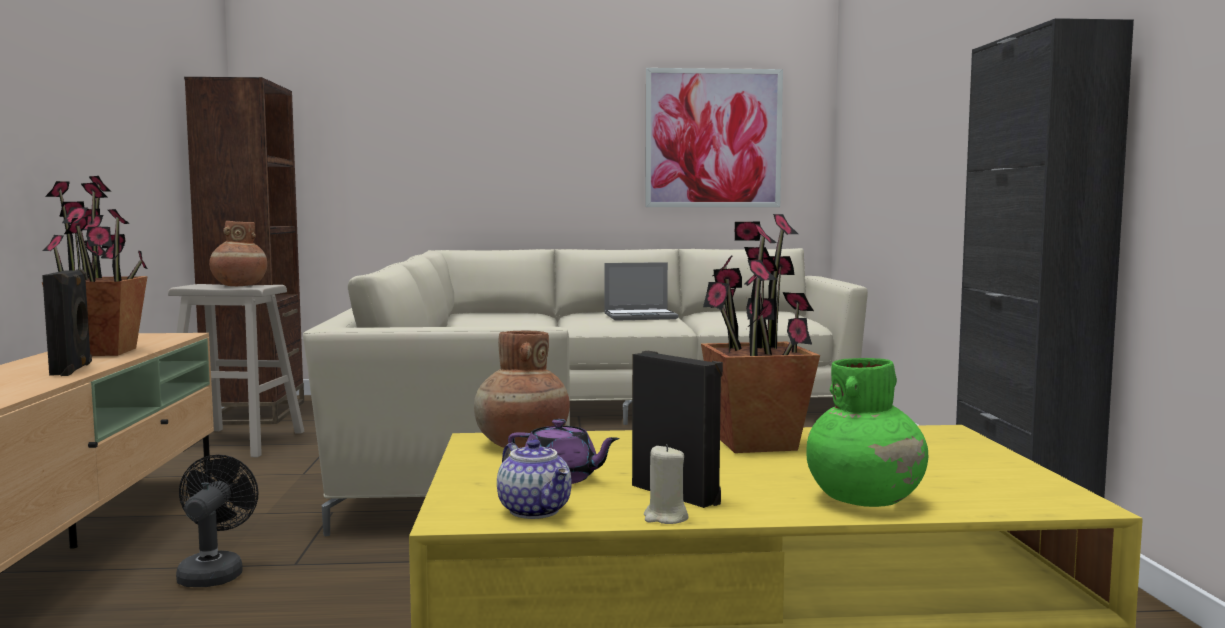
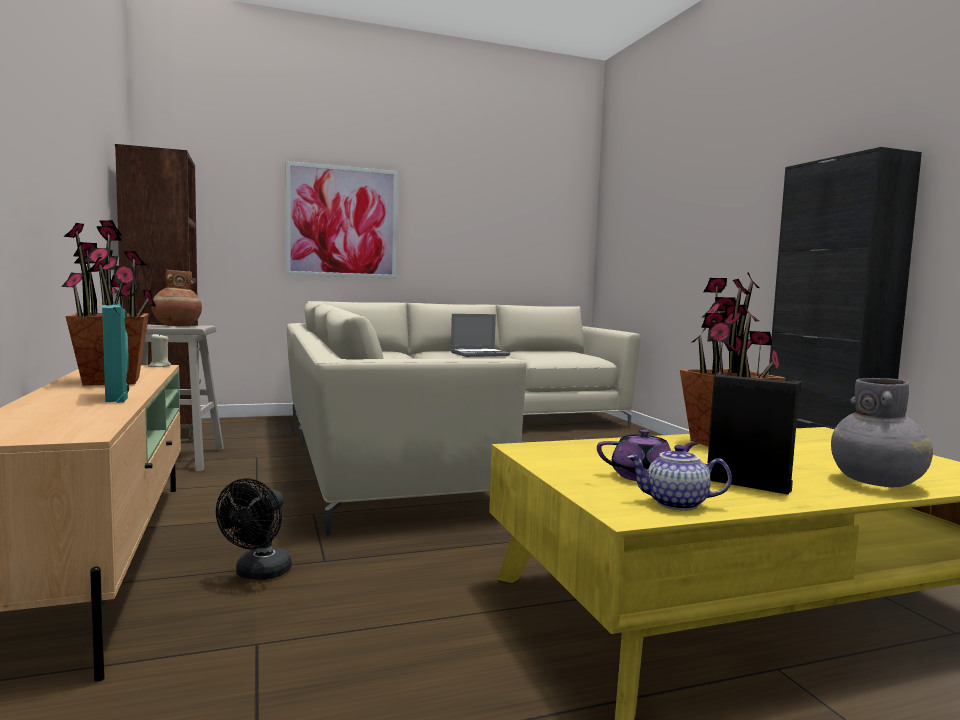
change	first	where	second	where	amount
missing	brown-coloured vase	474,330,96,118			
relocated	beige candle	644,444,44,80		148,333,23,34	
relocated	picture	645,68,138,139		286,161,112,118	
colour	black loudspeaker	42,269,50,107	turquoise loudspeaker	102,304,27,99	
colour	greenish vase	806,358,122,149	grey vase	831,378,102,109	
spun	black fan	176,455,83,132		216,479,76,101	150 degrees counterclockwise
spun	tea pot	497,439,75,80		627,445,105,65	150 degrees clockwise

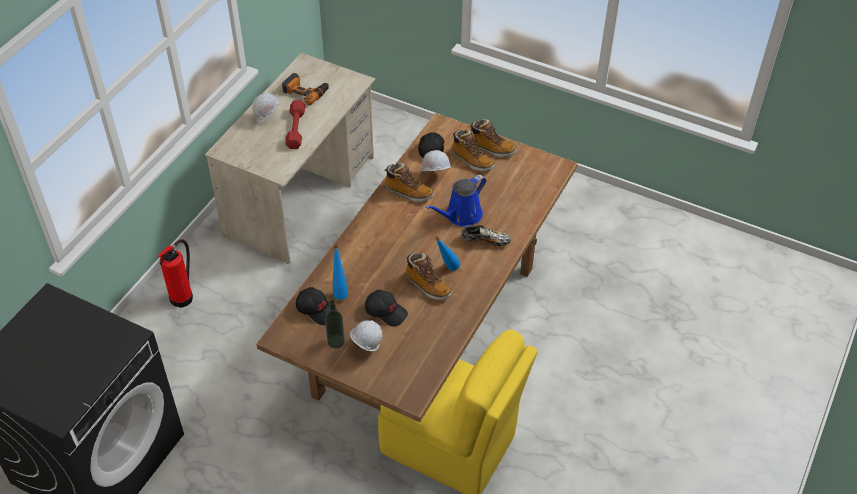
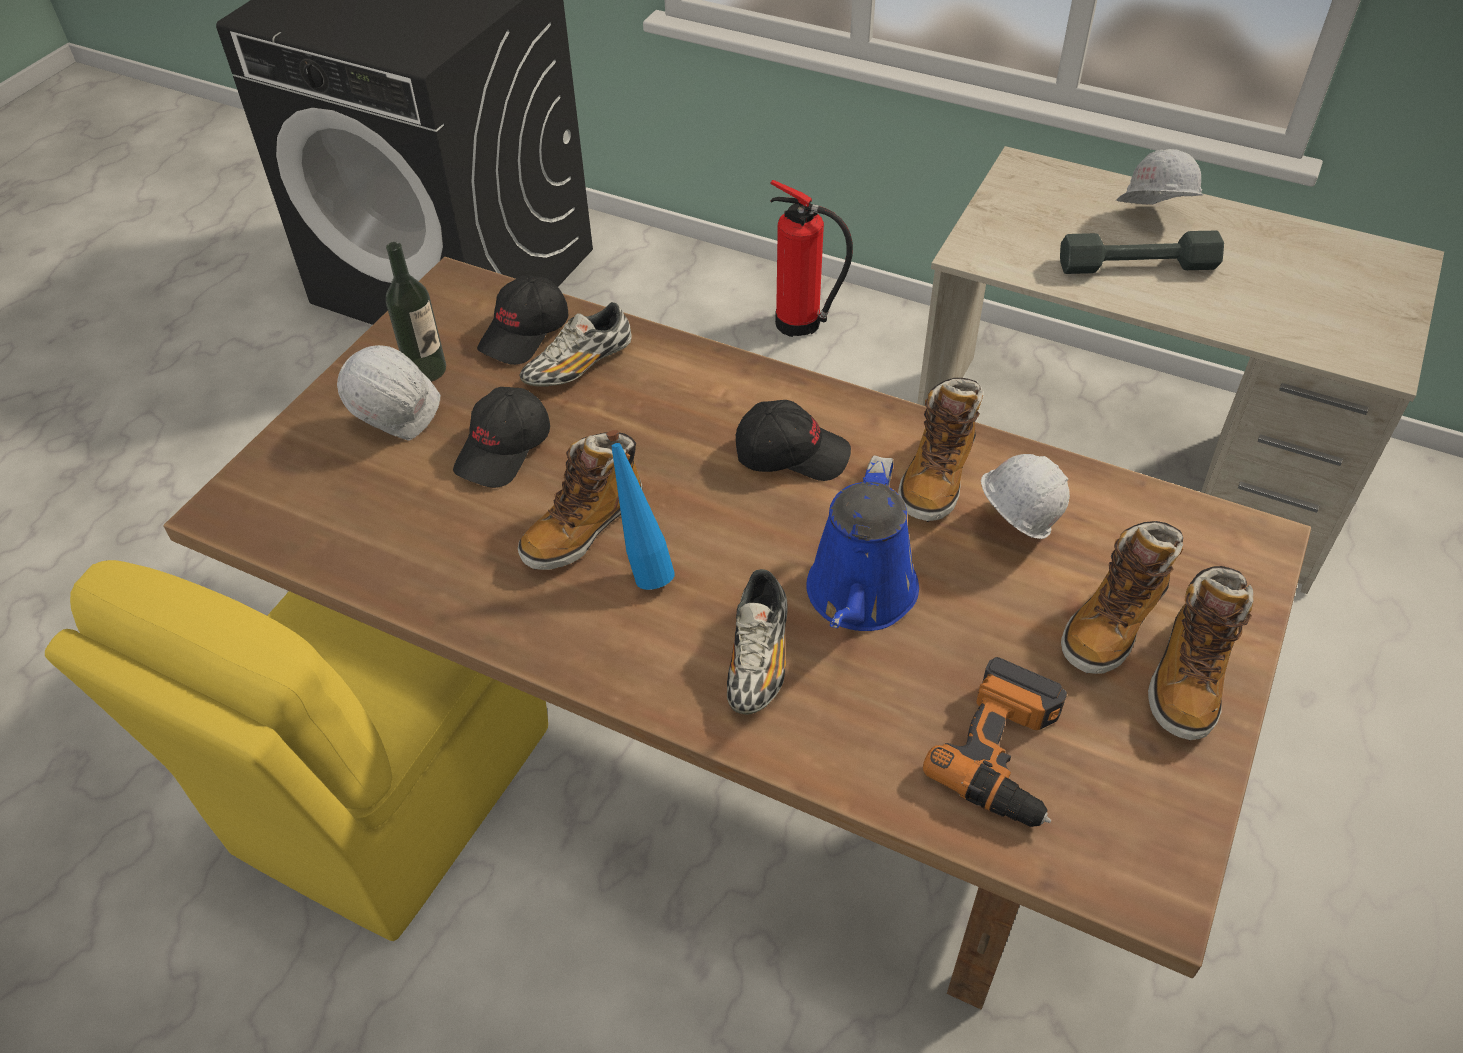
change	first	where	second	where	amount
relocated	power drill	282,73,47,32		923,657,144,170	
relocated	black baseball cap	418,132,26,26		736,400,115,81	
exchanged	blue beverage bottle	333,244,15,56	item of footwear	519,302,113,85	
colour	red-coloured dumbbell	285,100,20,49	grey dumbbell	1060,231,164,43	
spun	blue watering can	426,175,60,51		806,455,113,176	120 degrees counterclockwise

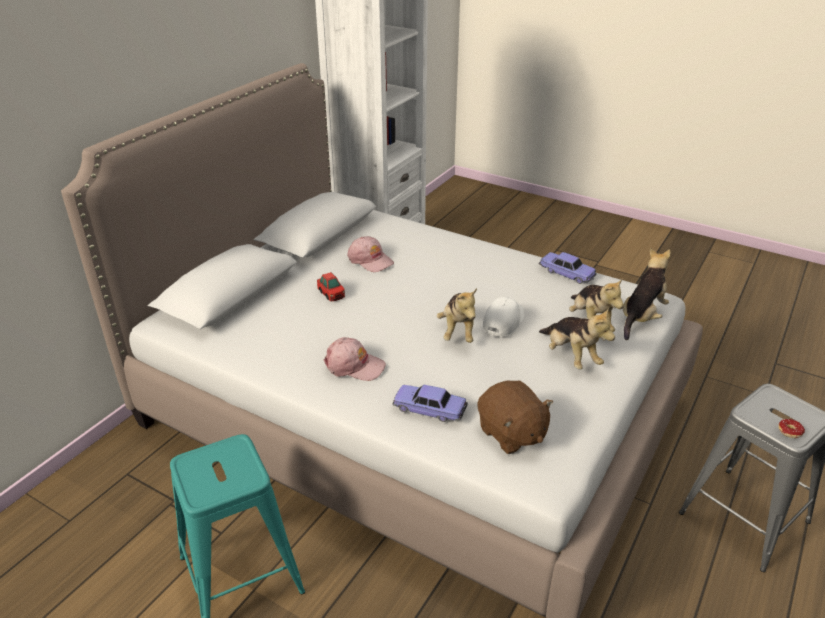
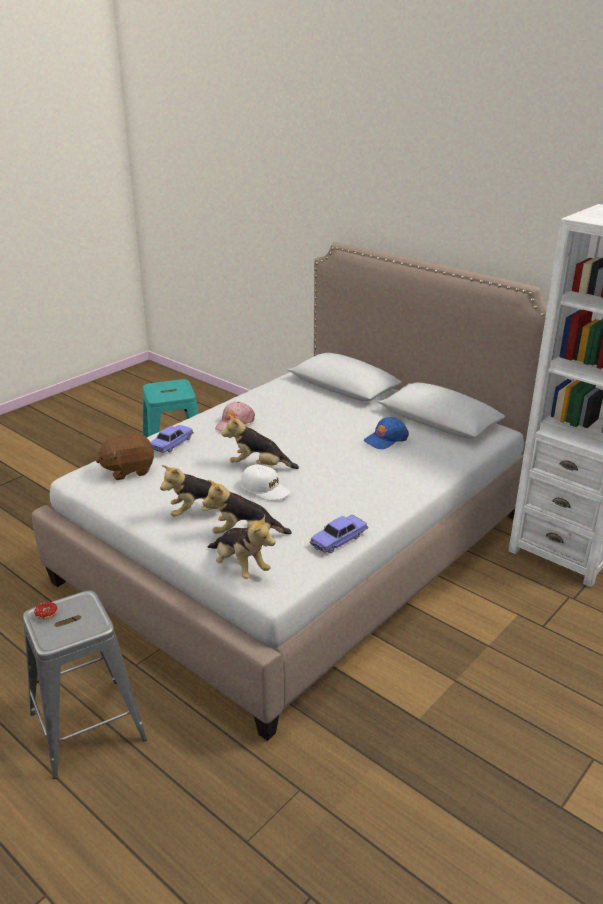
change	first	where	second	where	amount
missing	toy car	317,272,28,29			
colour	pink-coloured baseball cap	347,236,47,36	blue baseball cap	363,417,46,32	

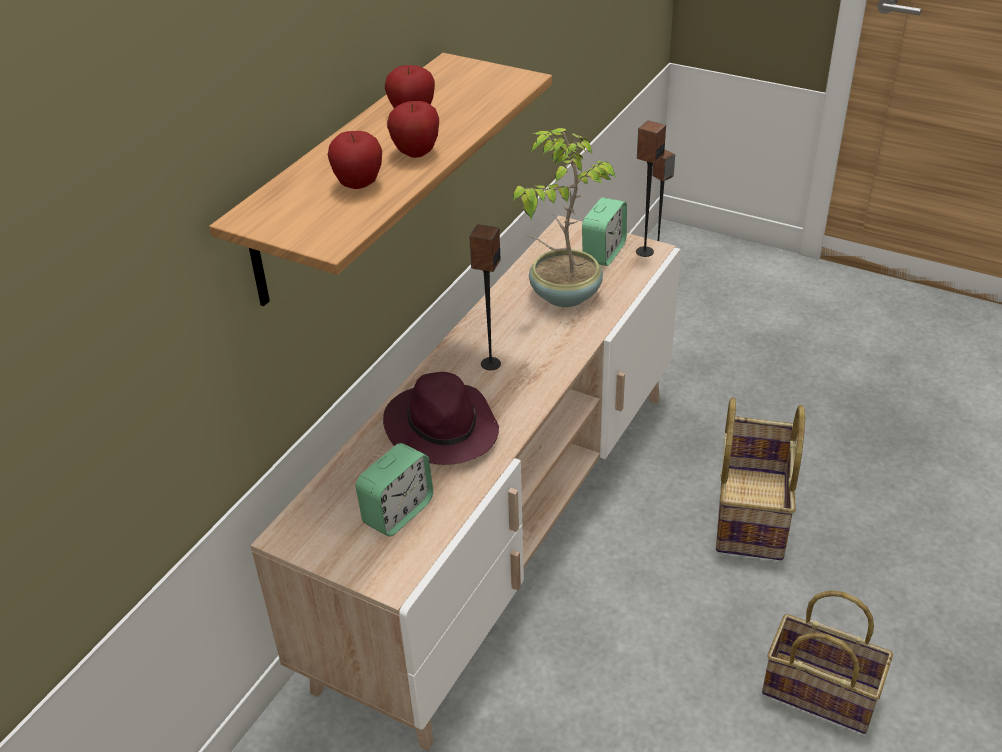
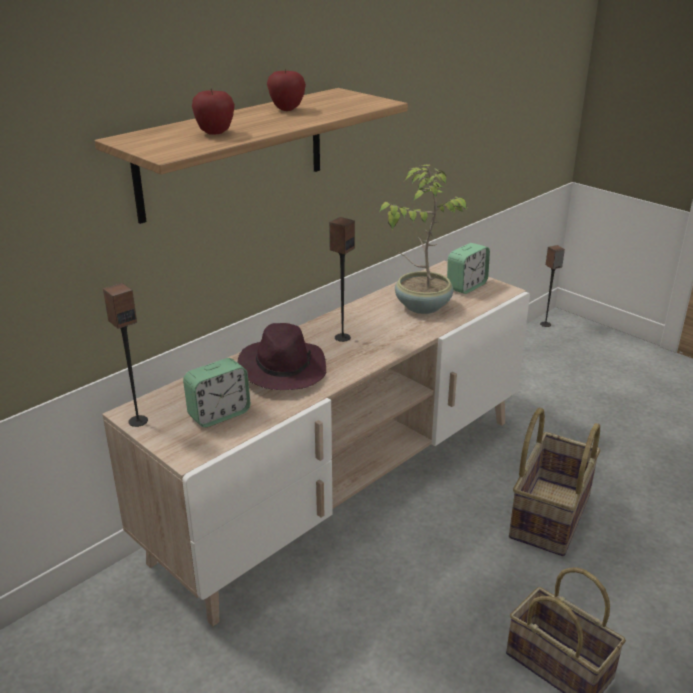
change	first	where	second	where	amount
missing	apple fruit	387,101,52,57			
relocated	loudspeaker	636,120,30,137		103,283,45,144	

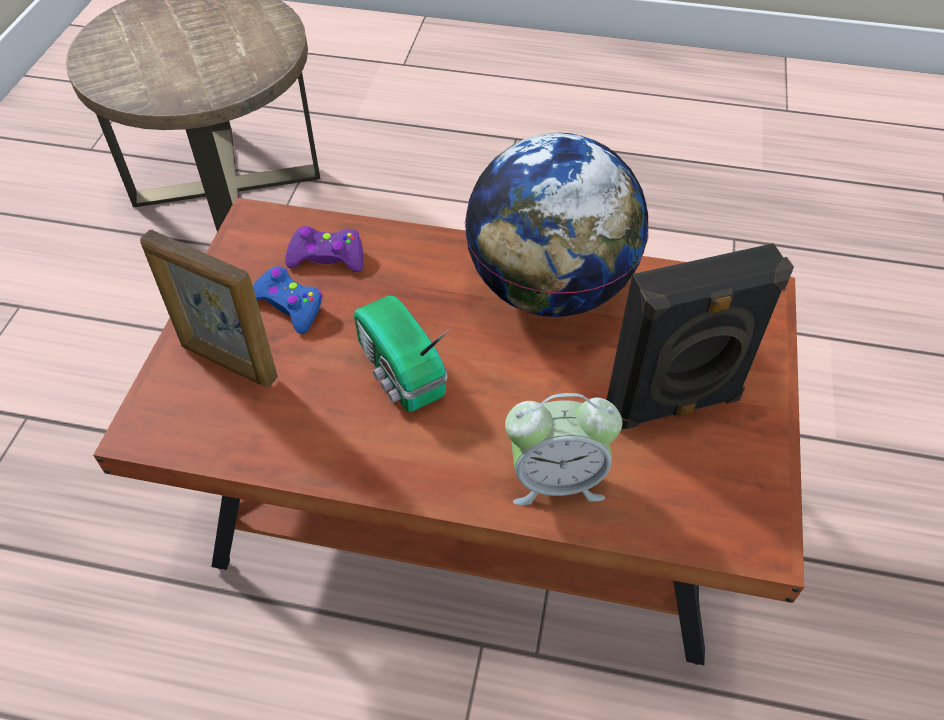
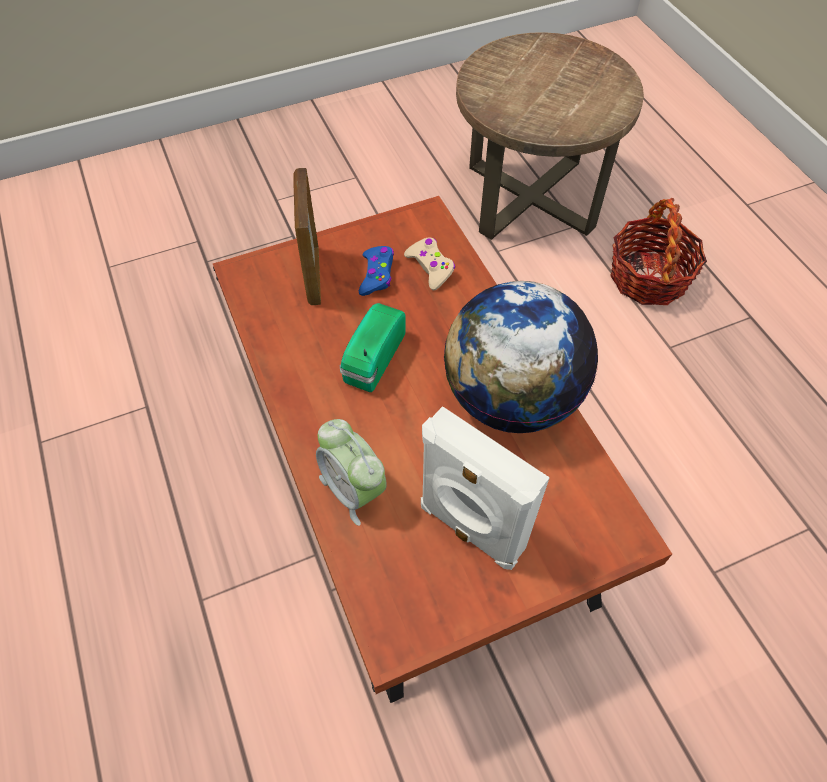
change	first	where	second	where	amount
appeared			storage basket	610,198,97,107	
colour	purplish game controller	285,226,78,46	beige game controller	404,237,51,53	
colour	black loudspeaker	607,243,187,186	whitish loudspeaker	421,406,129,164	

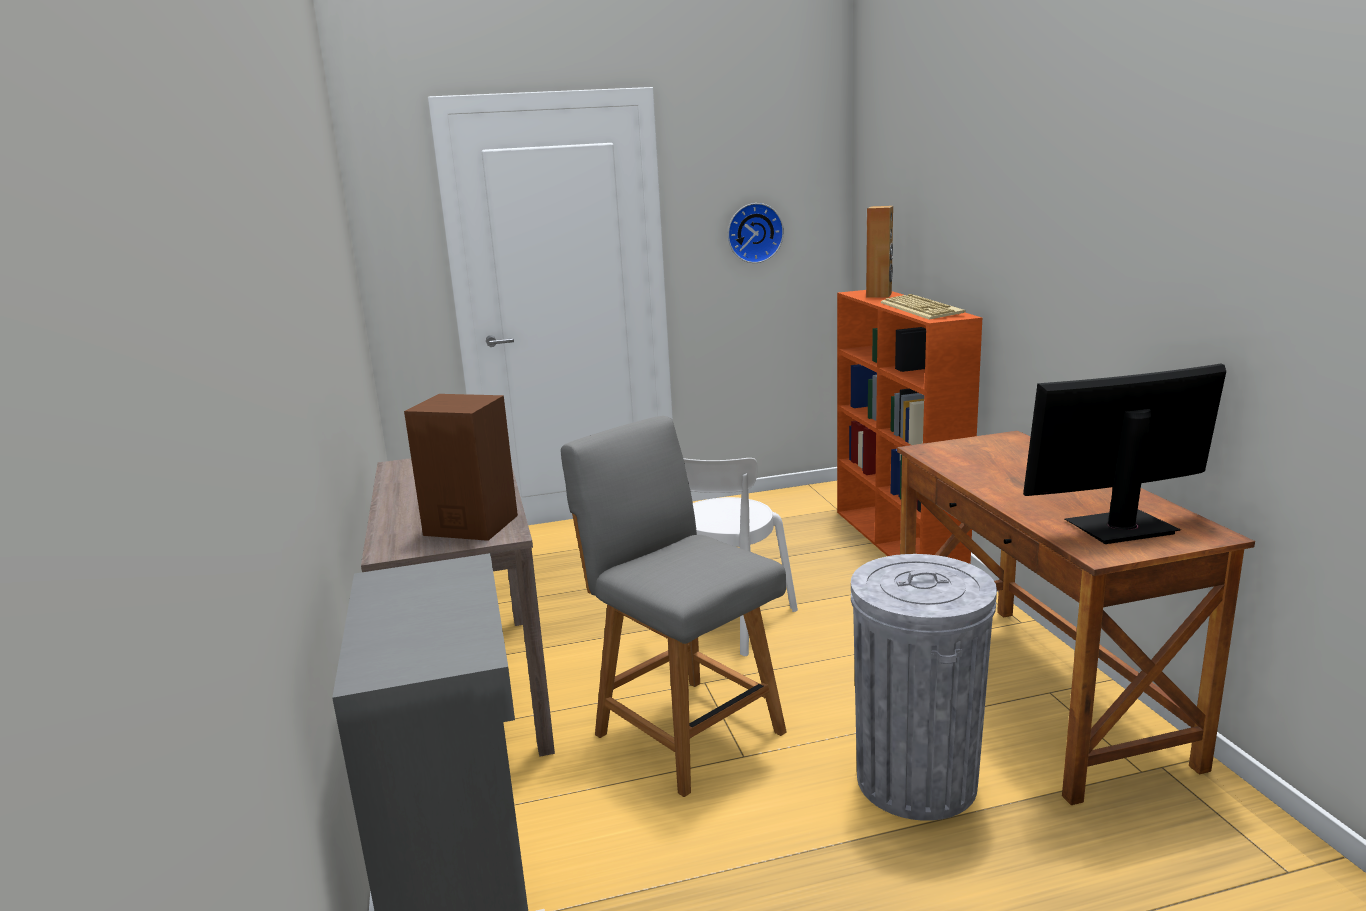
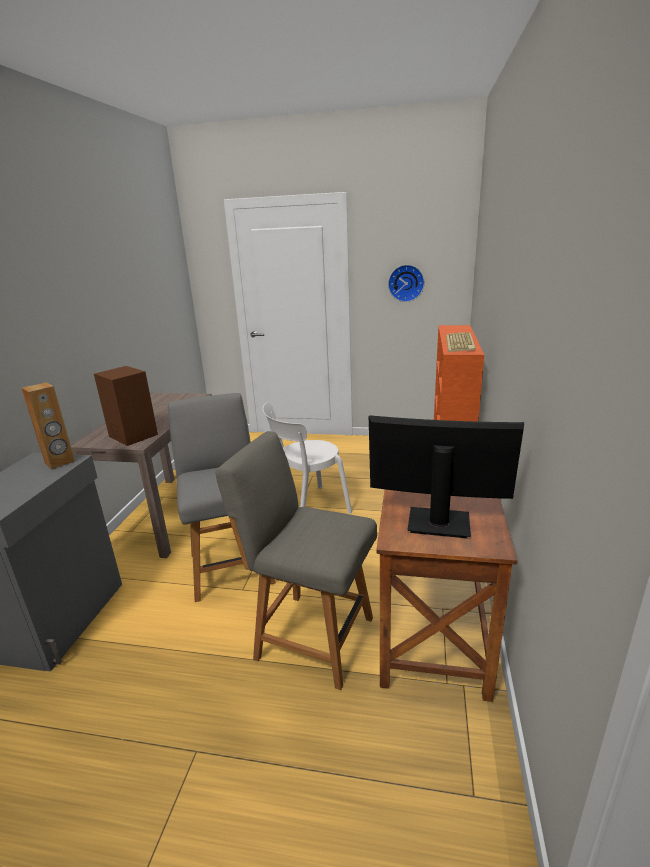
change	first	where	second	where	amount
relocated	brown-coloured loudspeaker	866,206,27,92		22,382,53,87	
exchanged	grey rubbish bin	851,554,146,267	grey upright chair	215,431,162,259	

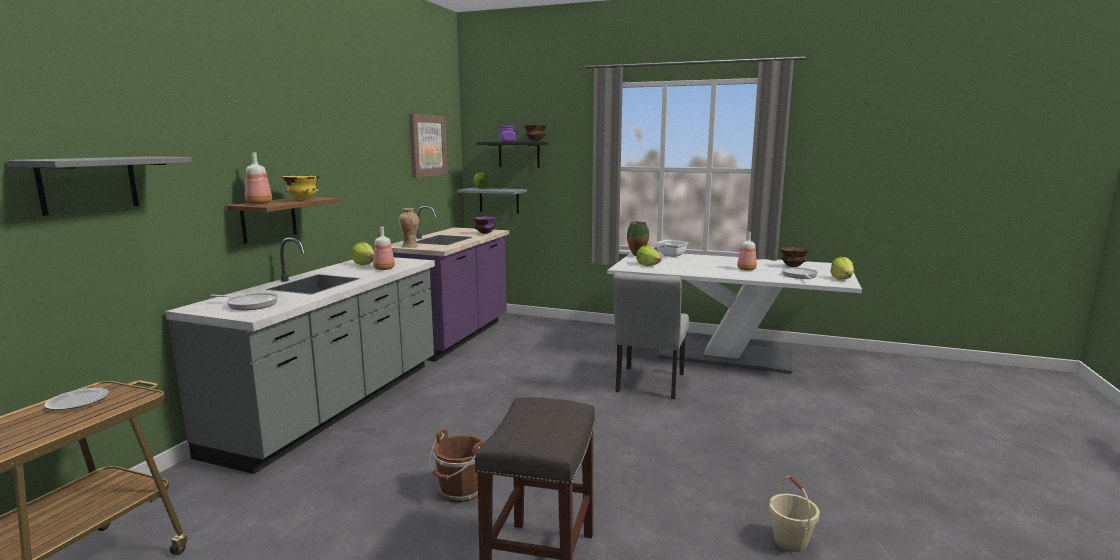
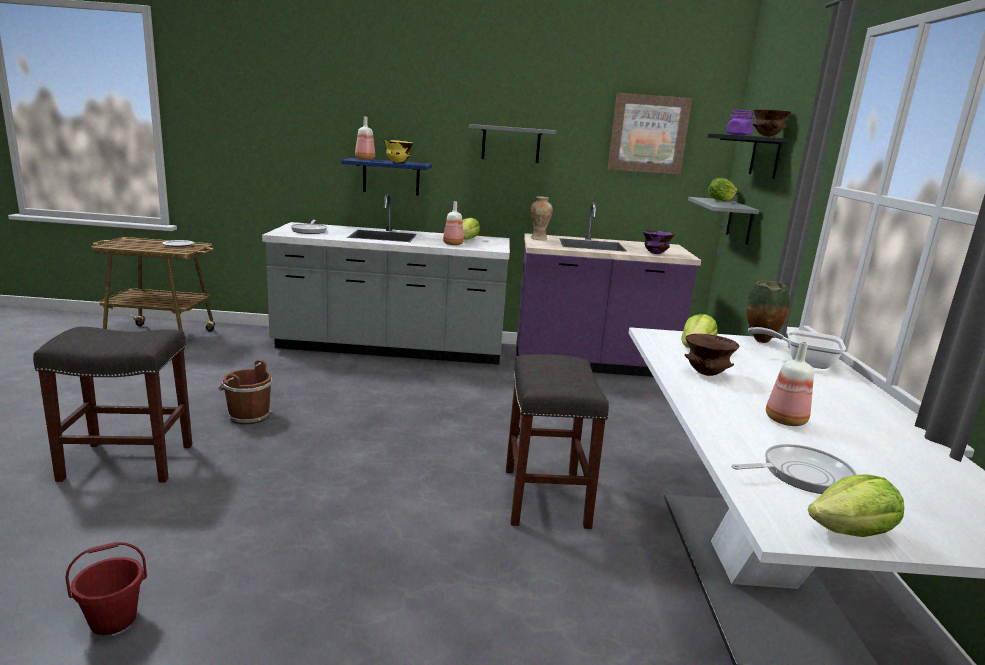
change	first	where	second	where	amount
relocated	grey shelf	7,156,185,60		469,124,87,39	
relocated	brown-coloured bowl	780,247,29,20		685,334,54,42	
exchanged	grey upright chair	613,272,76,127	grey stool seat	506,354,103,175	
colour	brown-coloured shelf	227,197,112,47	blue shelf	341,158,91,38	
colour	beige water bucket	769,476,51,76	red-coloured water bucket	65,542,82,93	

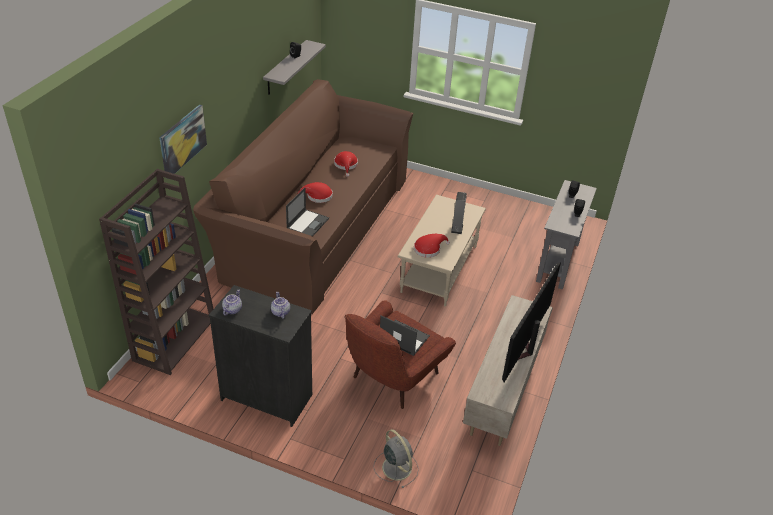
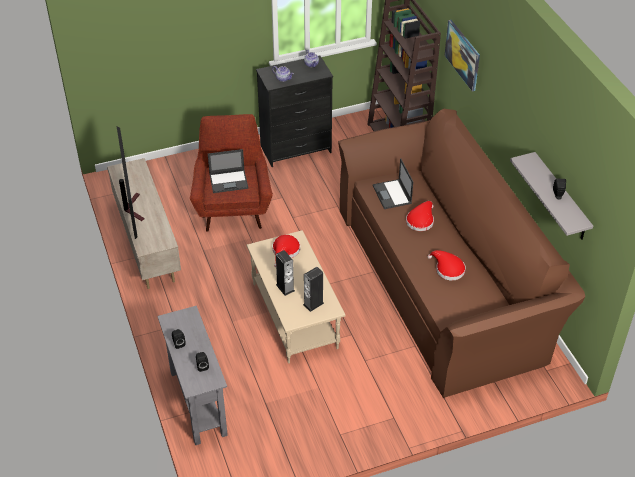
change	first	where	second	where	amount
missing	grey fan	374,429,45,59			
appeared			loudspeaker	303,267,21,45	

